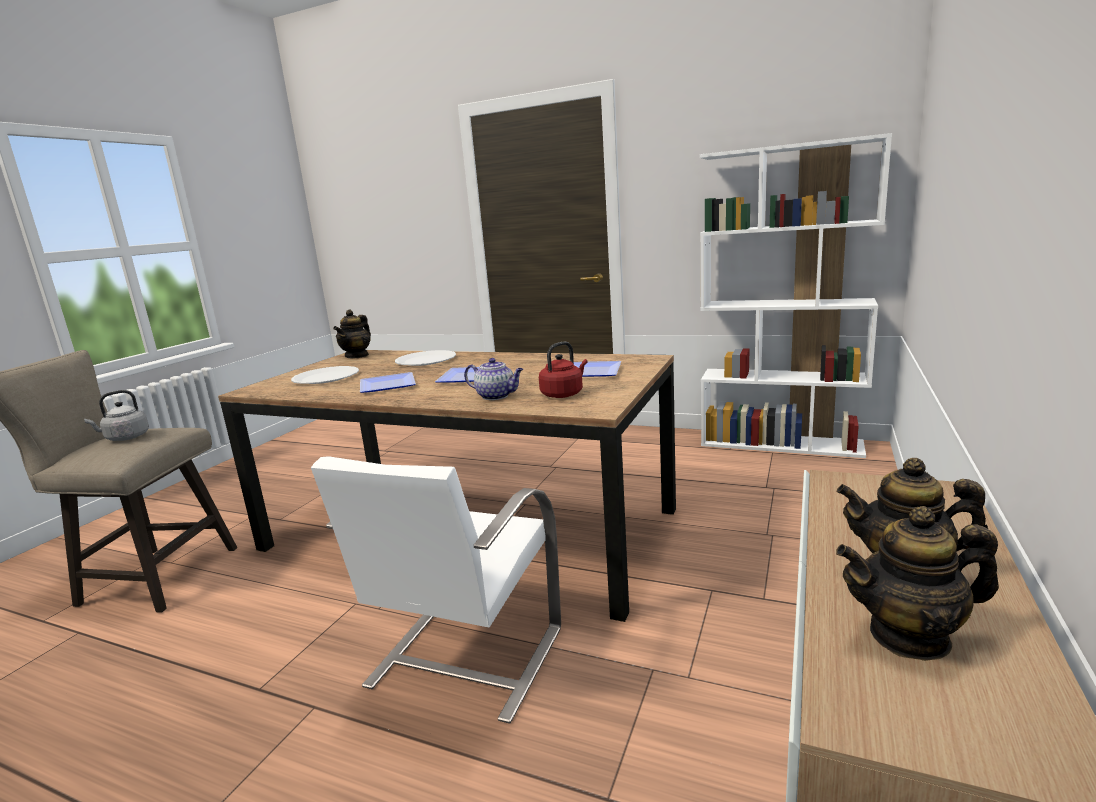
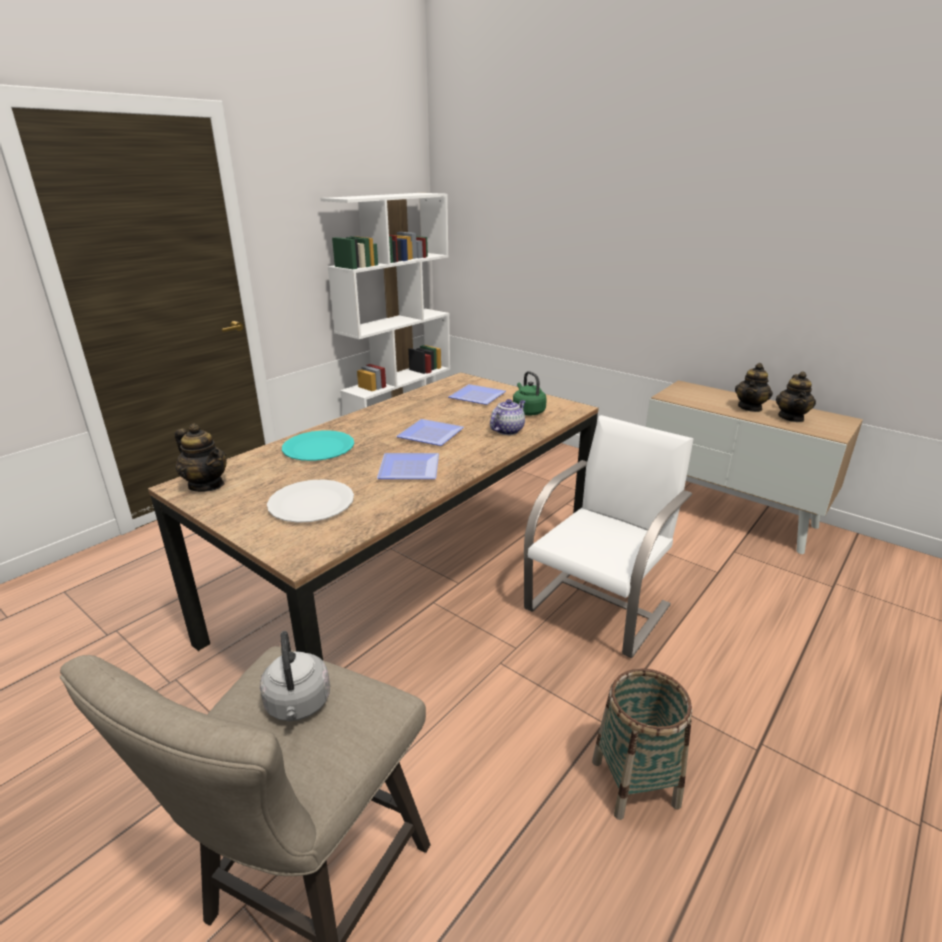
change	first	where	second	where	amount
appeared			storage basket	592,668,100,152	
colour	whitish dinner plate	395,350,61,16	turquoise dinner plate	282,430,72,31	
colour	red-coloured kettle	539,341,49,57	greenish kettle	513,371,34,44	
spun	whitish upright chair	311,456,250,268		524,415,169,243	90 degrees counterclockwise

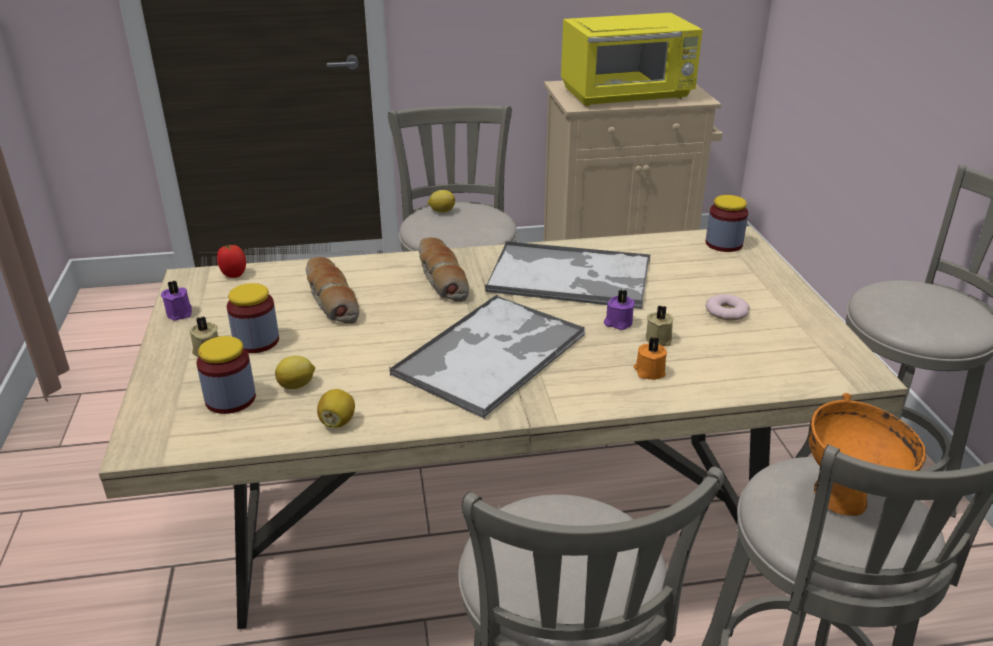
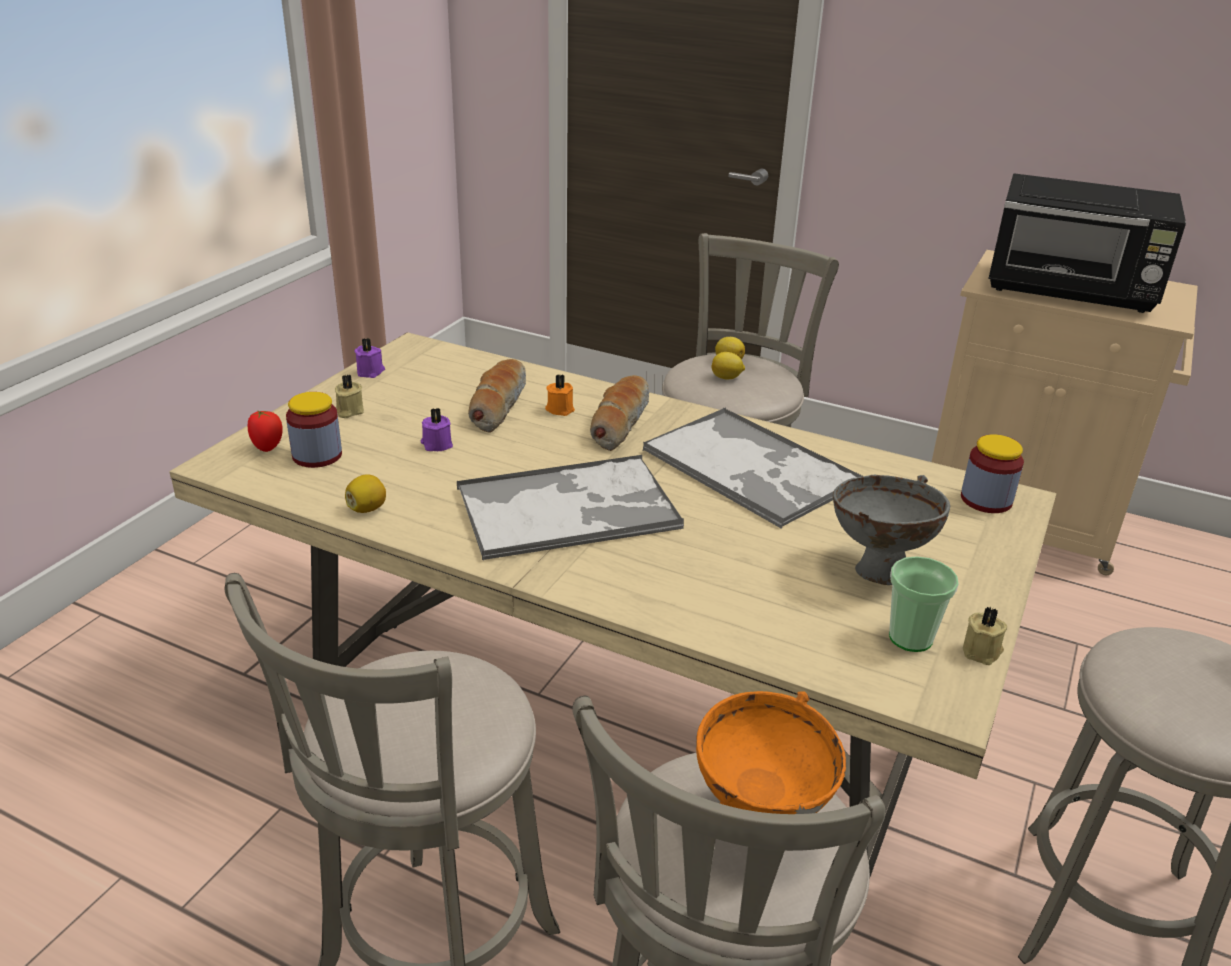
change	first	where	second	where	amount
missing	jar	227,283,52,70			
appeared			small cup	889,556,70,96	
relocated	fresh tomato	217,245,29,33		248,410,35,42	
relocated	lemon	275,356,40,33		711,352,34,28	
relocated	purplish candle	604,290,31,40		421,408,32,43	
relocated	orange-coloured candle	634,337,33,43		545,374,30,42	
relocated	beige candle	646,306,27,40		963,607,44,58	
exchanged	doughnut	705,294,45,27	grey bowl	833,475,117,110	
colour	yellow-coloured kitchen microwave	561,13,142,93	black kitchen microwave	988,173,198,140	

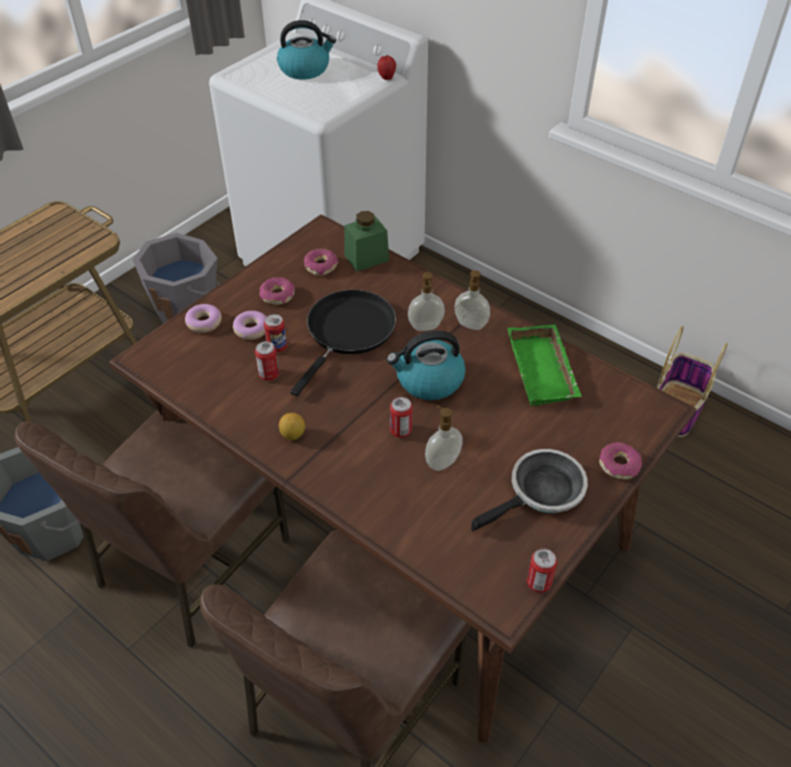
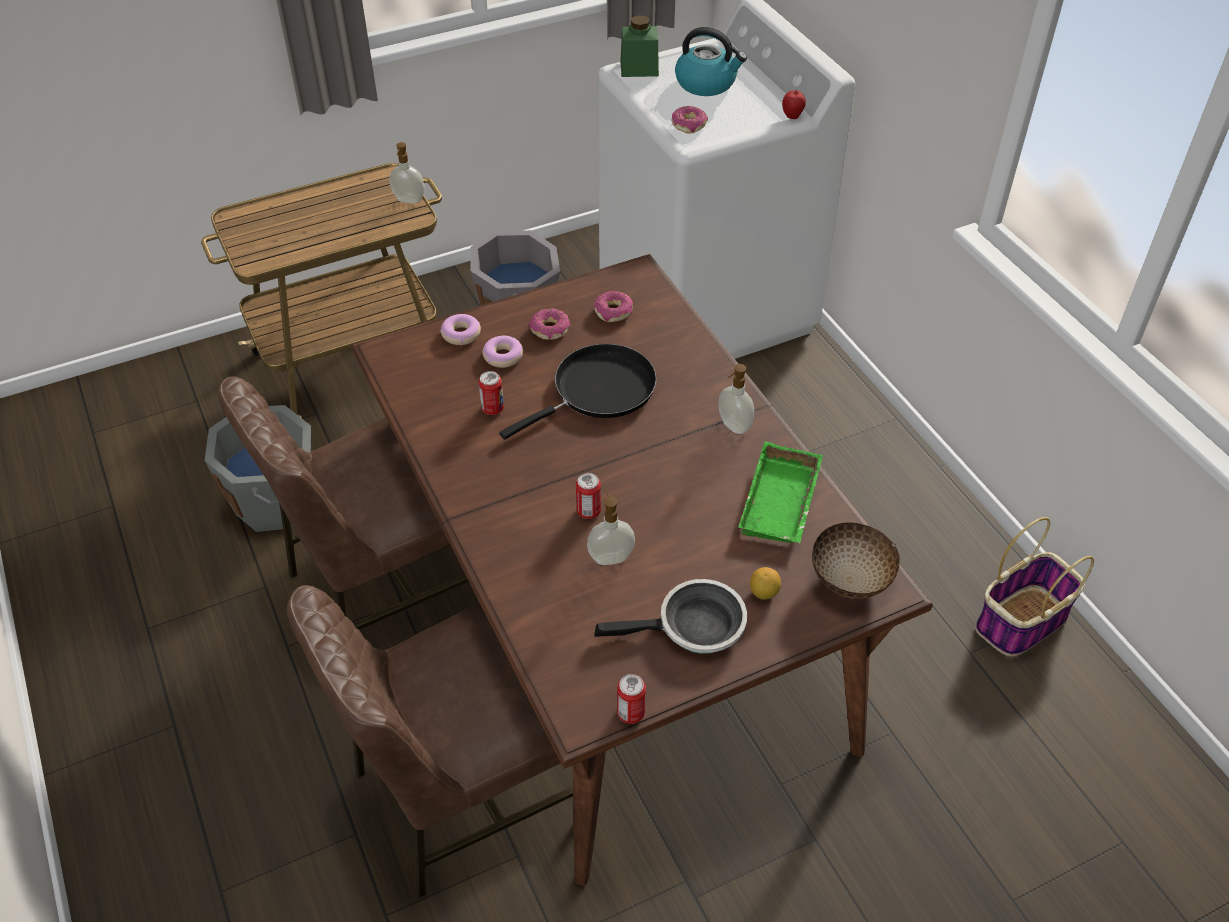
change	first	where	second	where	amount
missing	sealed can	264,314,23,39			
missing	kettle	387,330,79,70			
appeared			bowl	812,522,88,77	
relocated	lemon	279,413,26,27		750,567,31,33	
relocated	greenish jar	344,211,45,61		620,15,39,62	
relocated	soap bottle	408,272,37,59		389,142,35,62	
relocated	doughnut	599,442,43,38		671,106,37,28	

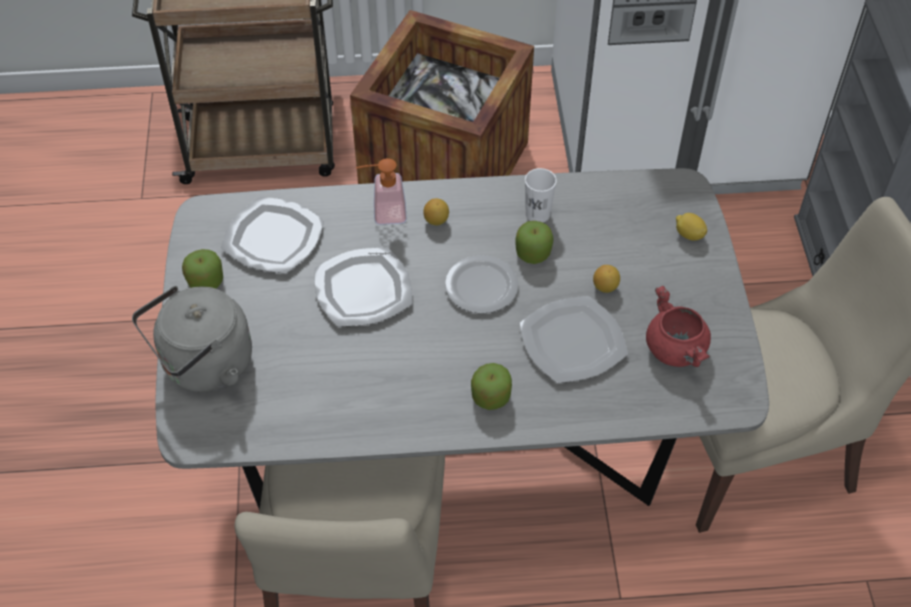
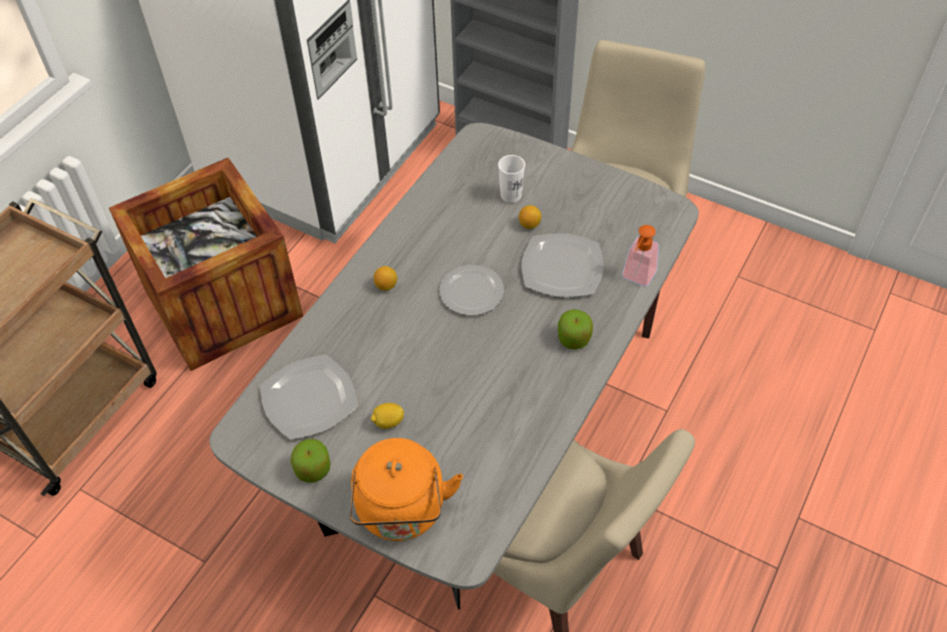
change	first	where	second	where	amount
missing	dinner plate	314,247,98,80			
missing	apple fruit	515,221,39,43			
missing	red-coloured cooking pot	646,286,65,81			
relocated	soap bottle	356,158,51,67		622,225,37,61	
relocated	whitish small cup	525,168,32,55		498,155,27,48	
relocated	lemon	676,213,31,28		371,403,33,26	
colour	grey kettle	132,286,120,106	orange-coloured kettle	350,438,113,103	

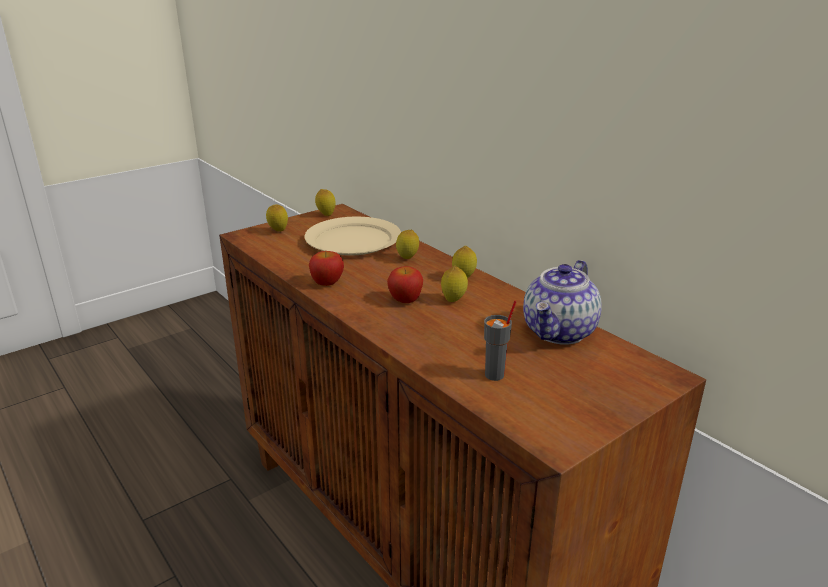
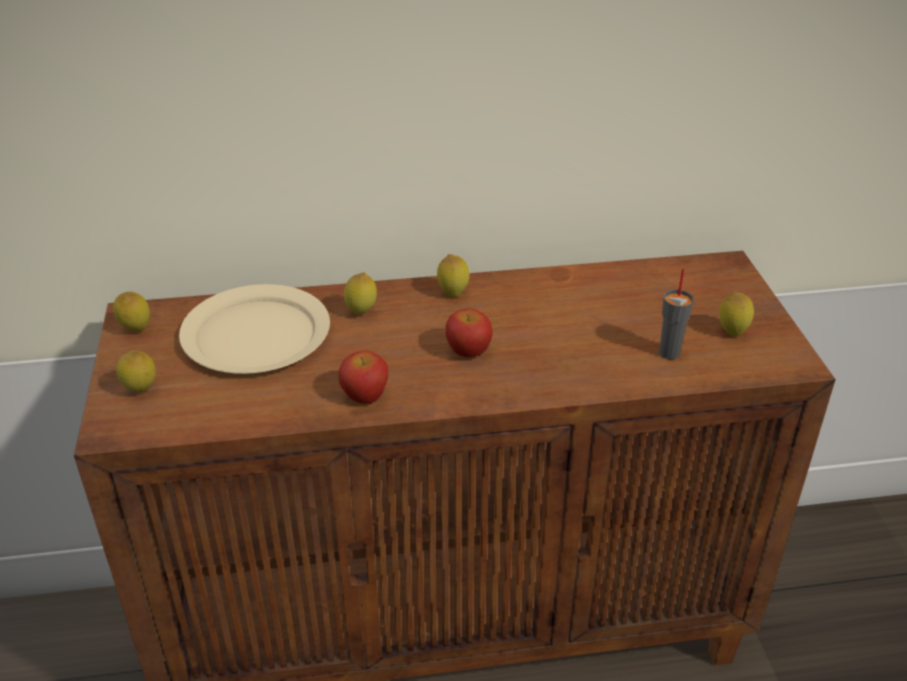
change	first	where	second	where	amount
missing	tea pot	523,260,79,85			
relocated	lemon	441,266,27,36		719,292,35,44	

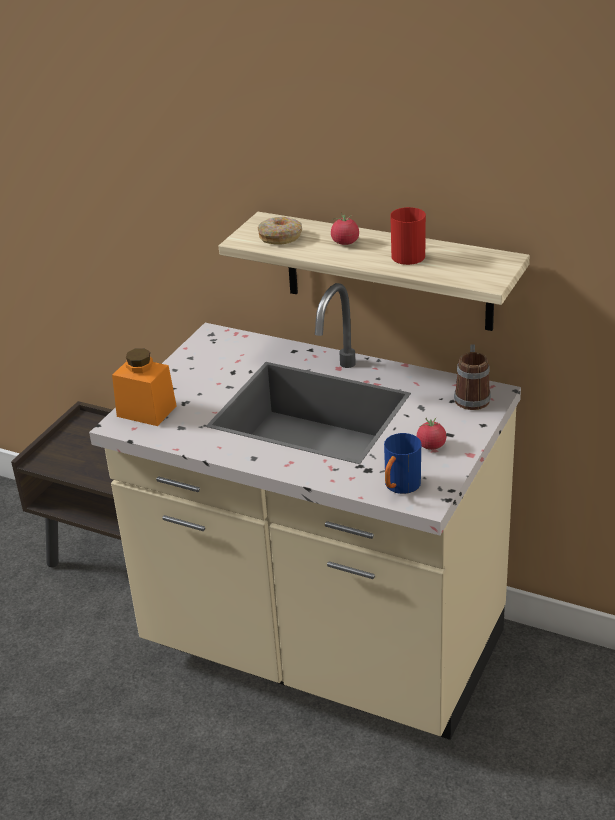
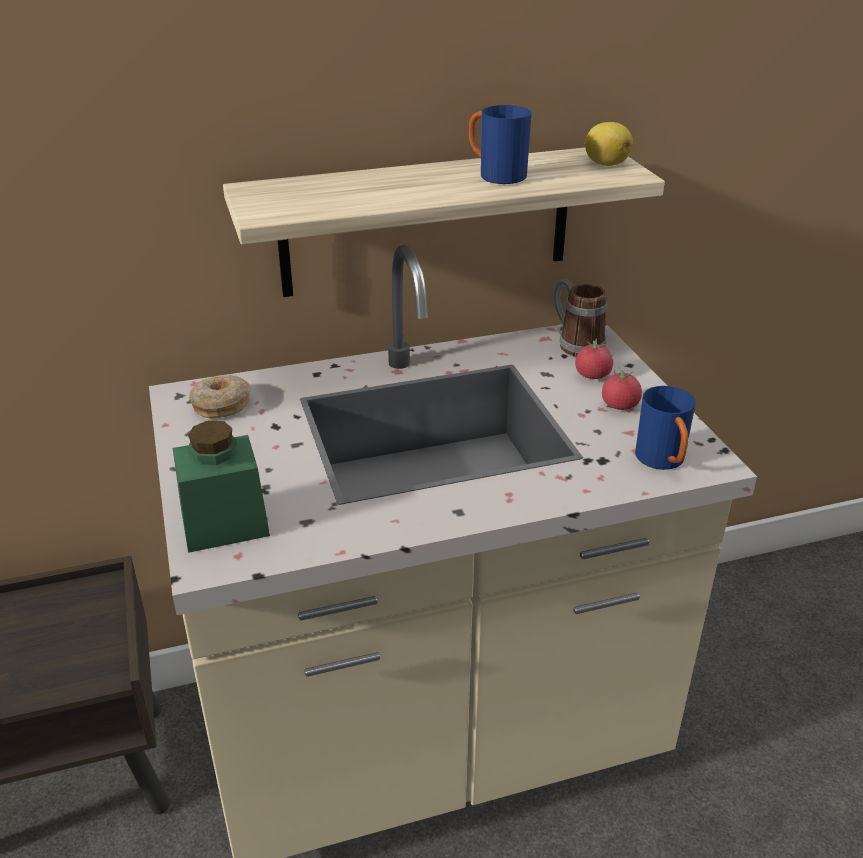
change	first	where	second	where	amount
appeared			lemon	585,122,48,44	
relocated	doughnut	258,217,44,28		189,375,62,44	
relocated	fresh tomato	331,213,28,32		575,338,38,41	
colour	orange-coloured jar	112,348,65,78	greenish jar	173,421,97,132	
colour	red-coloured tea mug	390,207,36,58	blue tea mug	469,105,63,79	

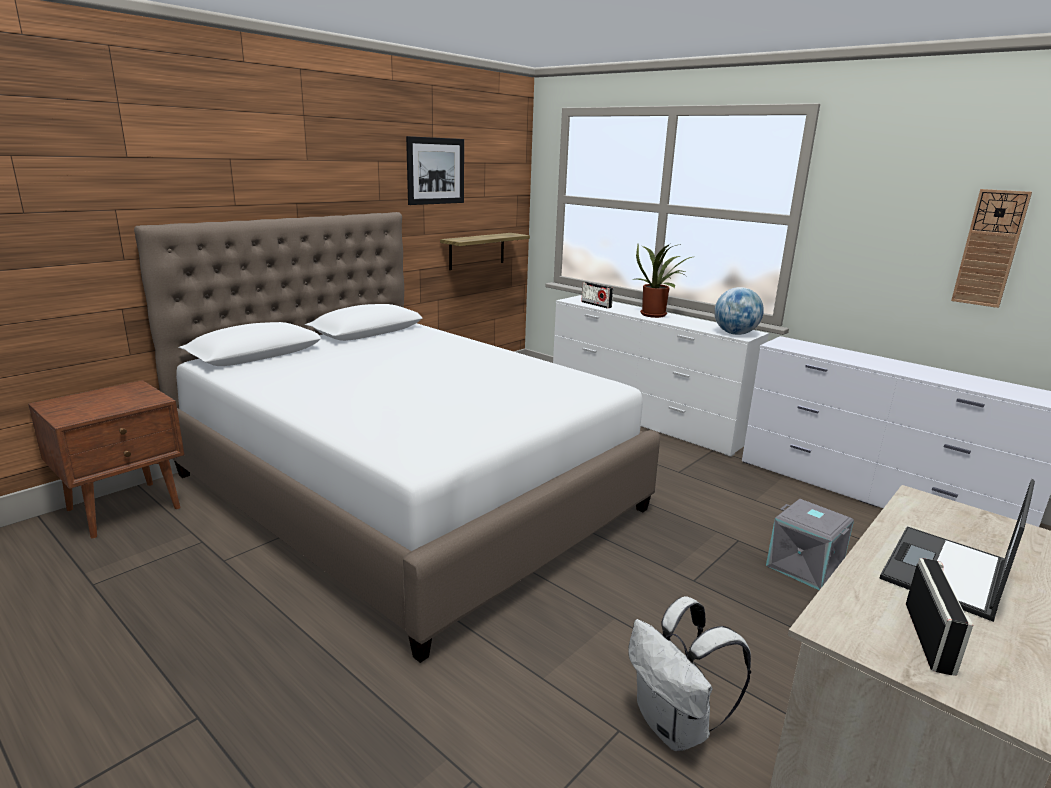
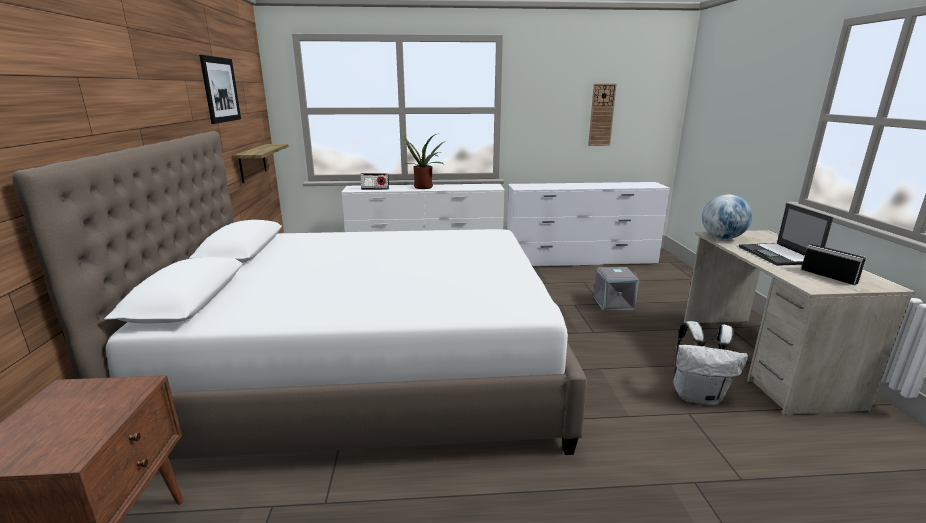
change	first	where	second	where	amount
relocated	globe	714,287,50,48		702,195,50,44	

